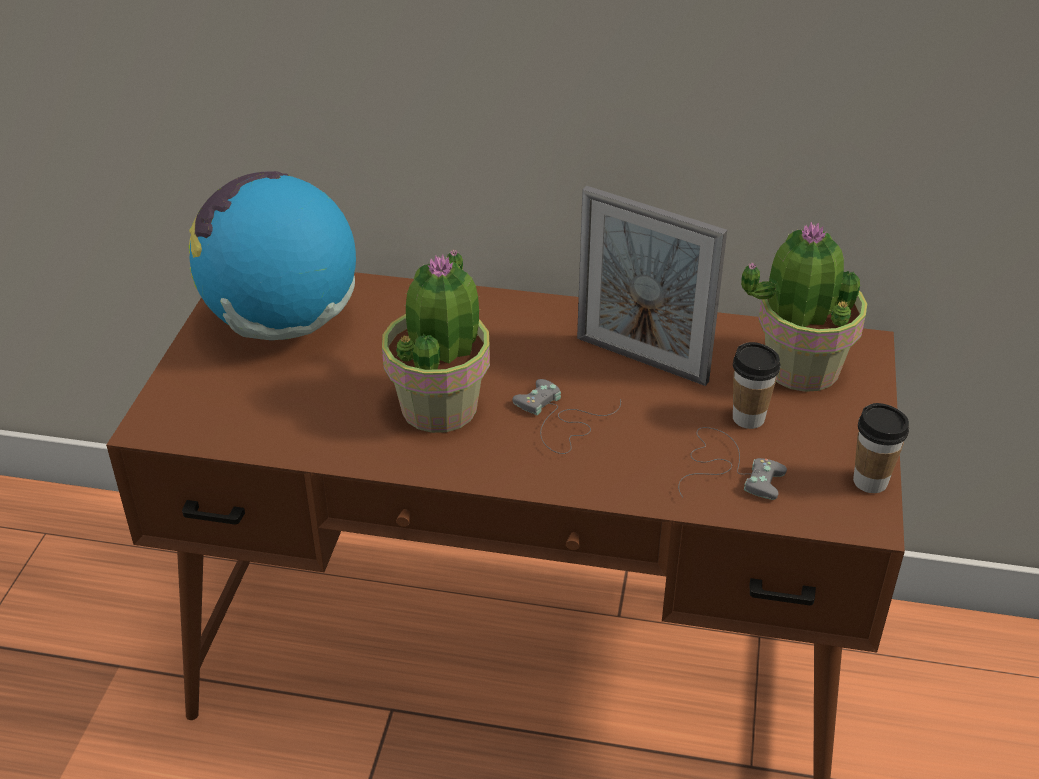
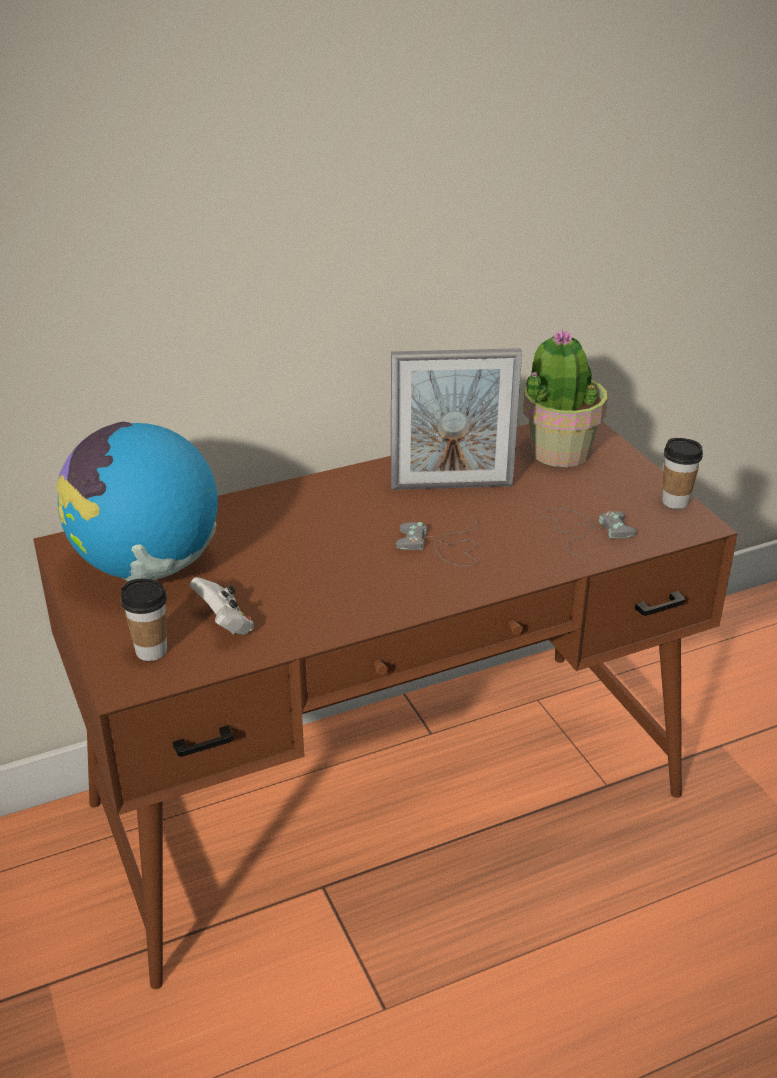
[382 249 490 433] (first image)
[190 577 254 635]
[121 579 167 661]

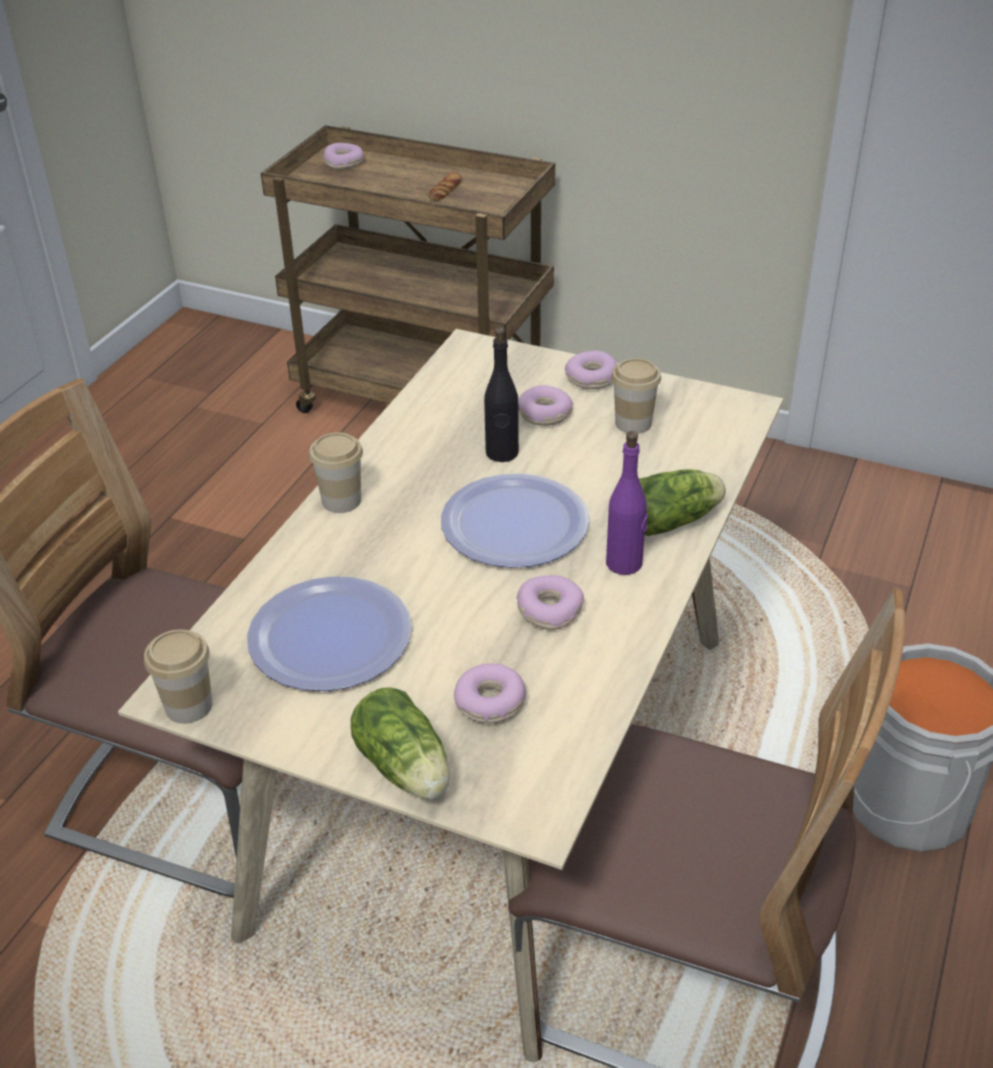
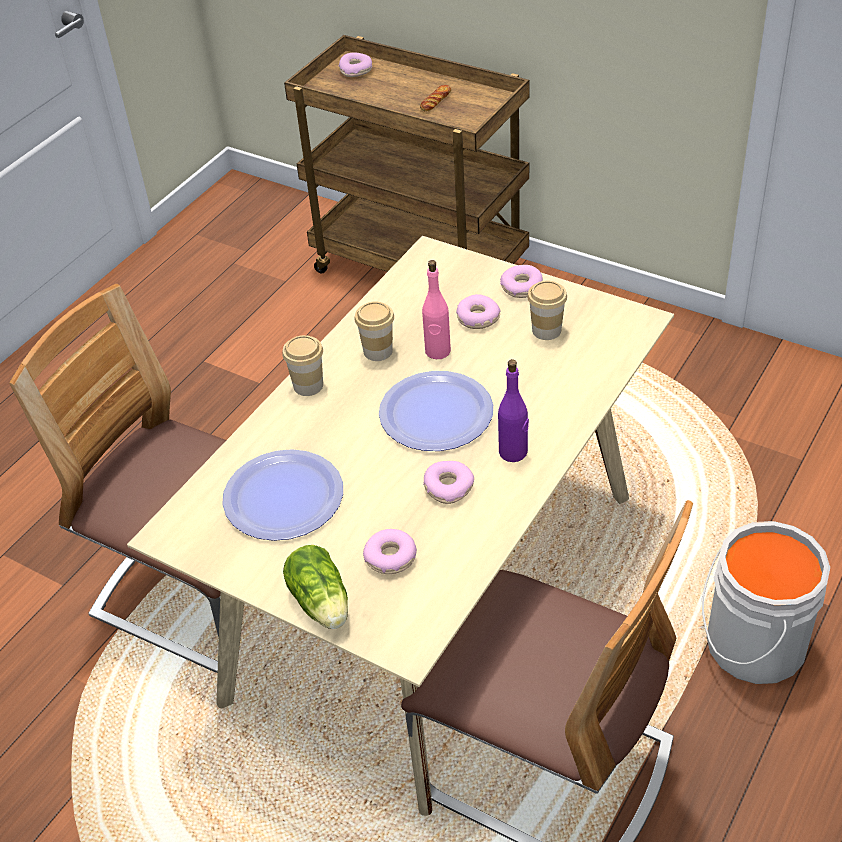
[639 469 726 536] (first image)
[355 301 394 361]
[422 260 451 359]

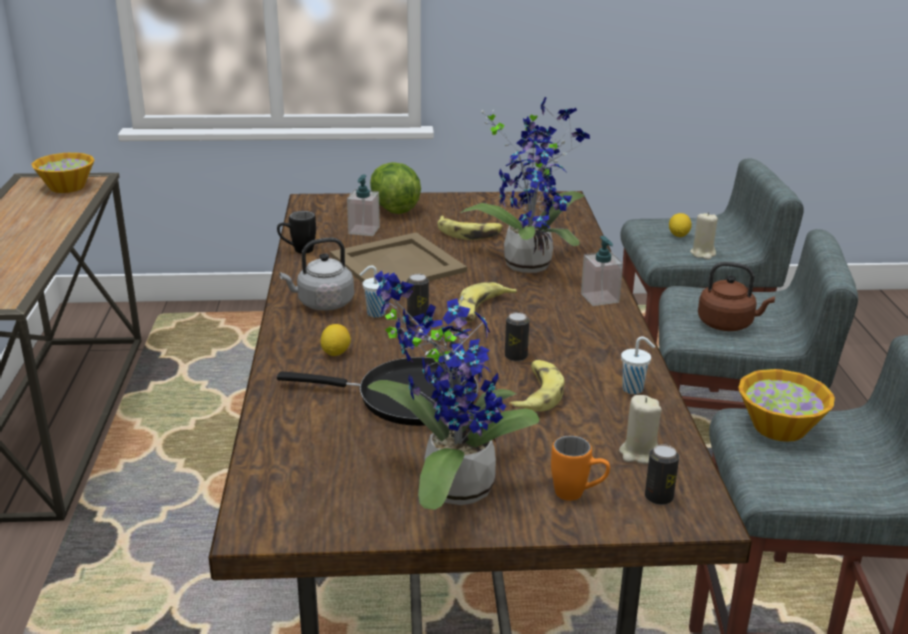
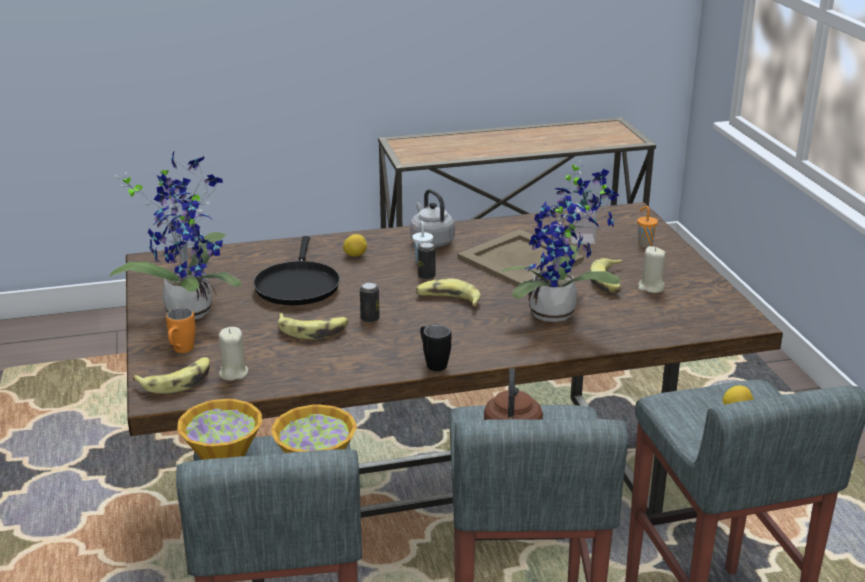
[581 236 623 306] (first image)
[621 336 655 394] (first image)
[177 399 262 460]
[420 325 451 371]
[638 246 666 293]
[637 206 658 248]
[133 357 210 394]

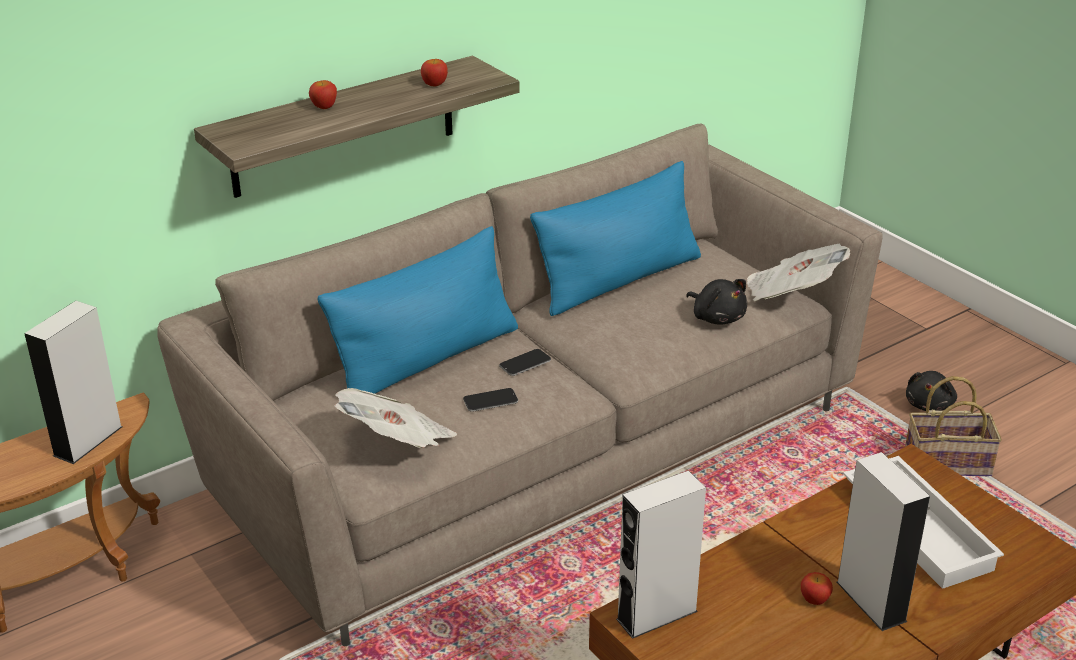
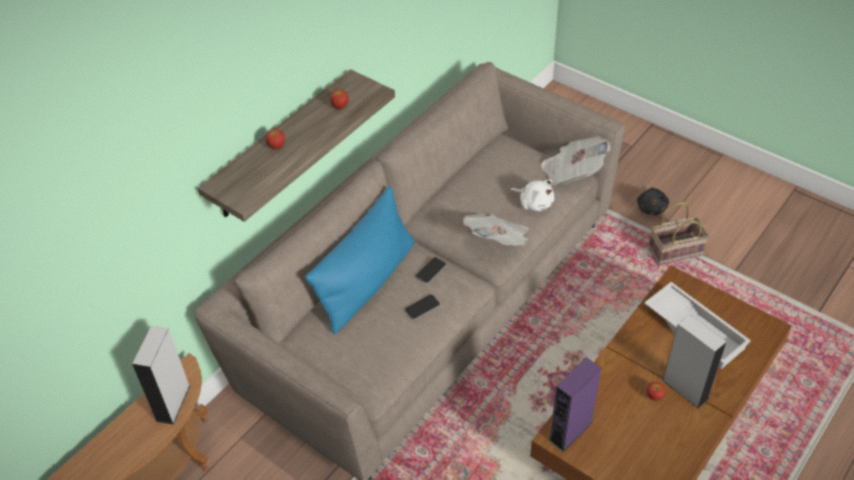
[530 161 701 316] (first image)
[463 214 529 246]
[549 357 602 452]
[510 180 554 211]

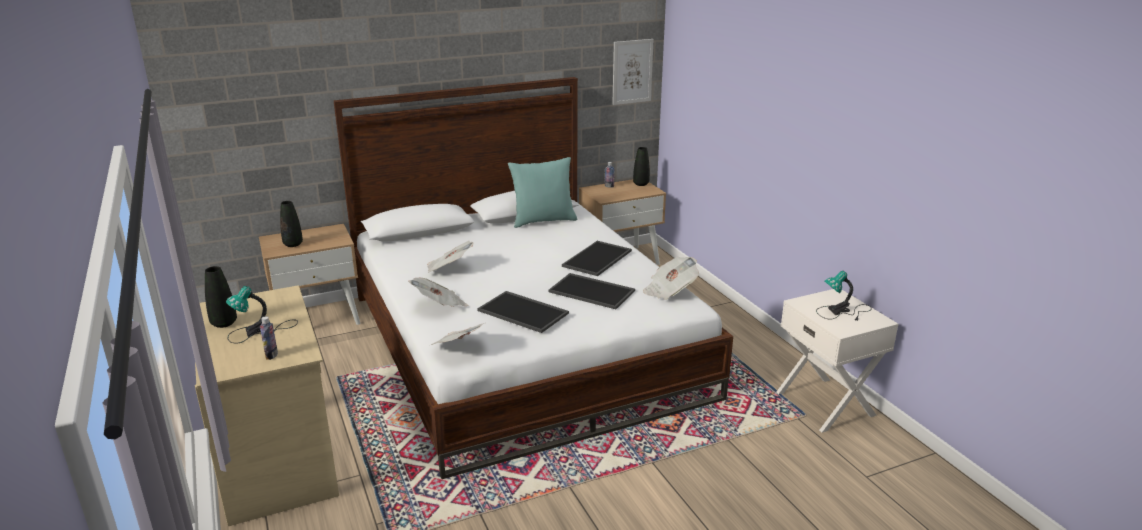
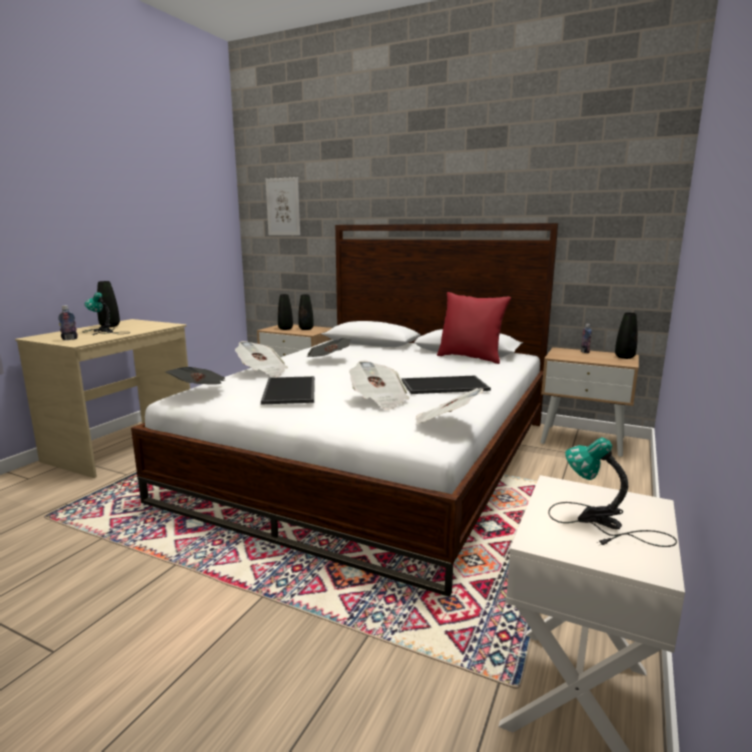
[298 294 314 330]
[266 177 300 235]
[349 361 409 410]
[437 292 511 364]

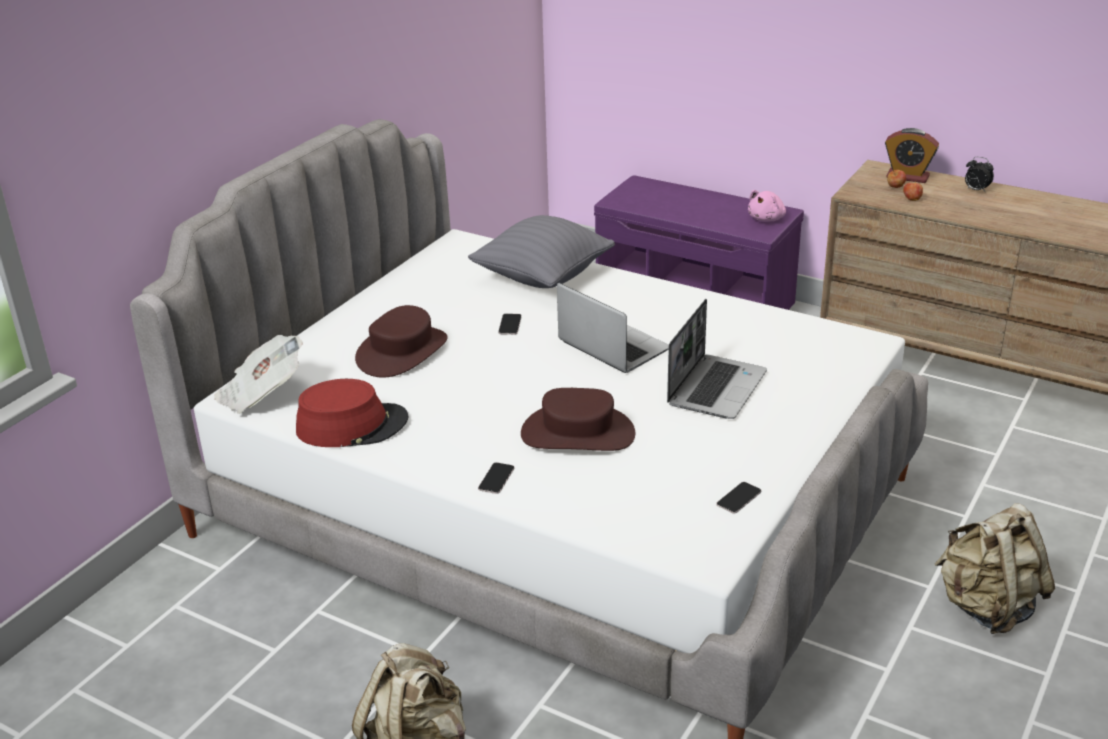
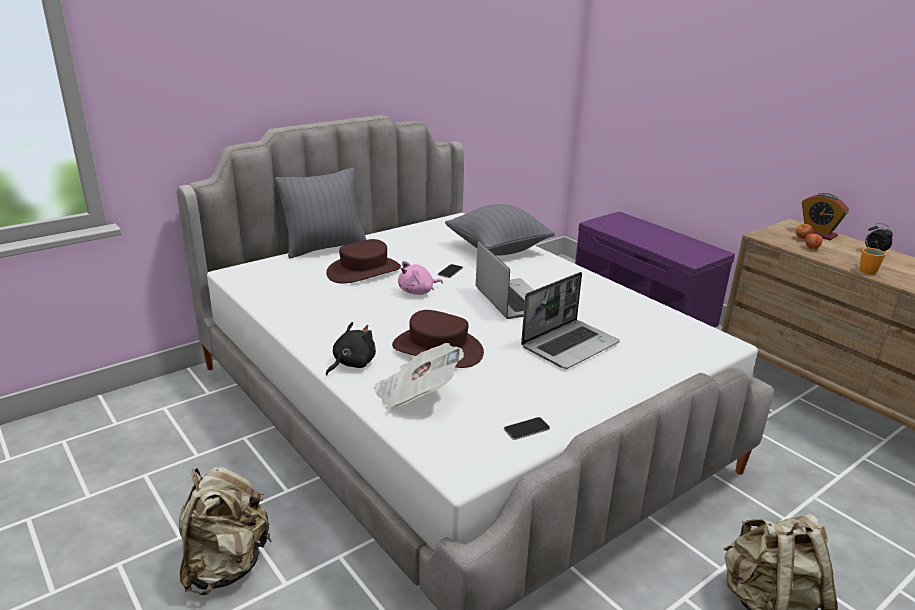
[296 379 409 447] (first image)
[275 168 366 259]
[860 248 886 275]
[374 343 464 410]
[398 261 443 295]
[326 322 376 375]

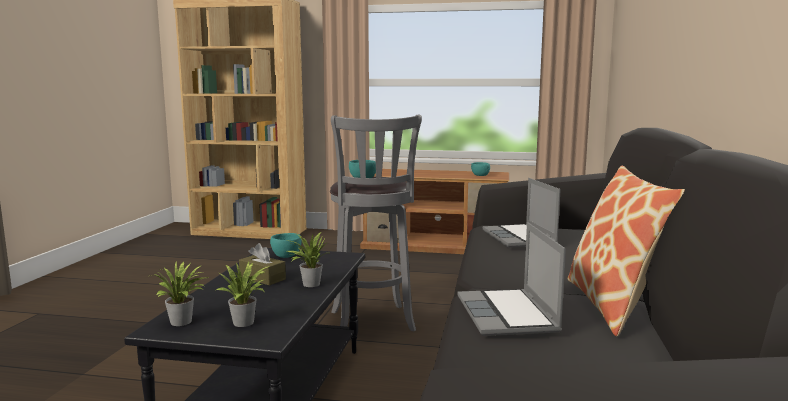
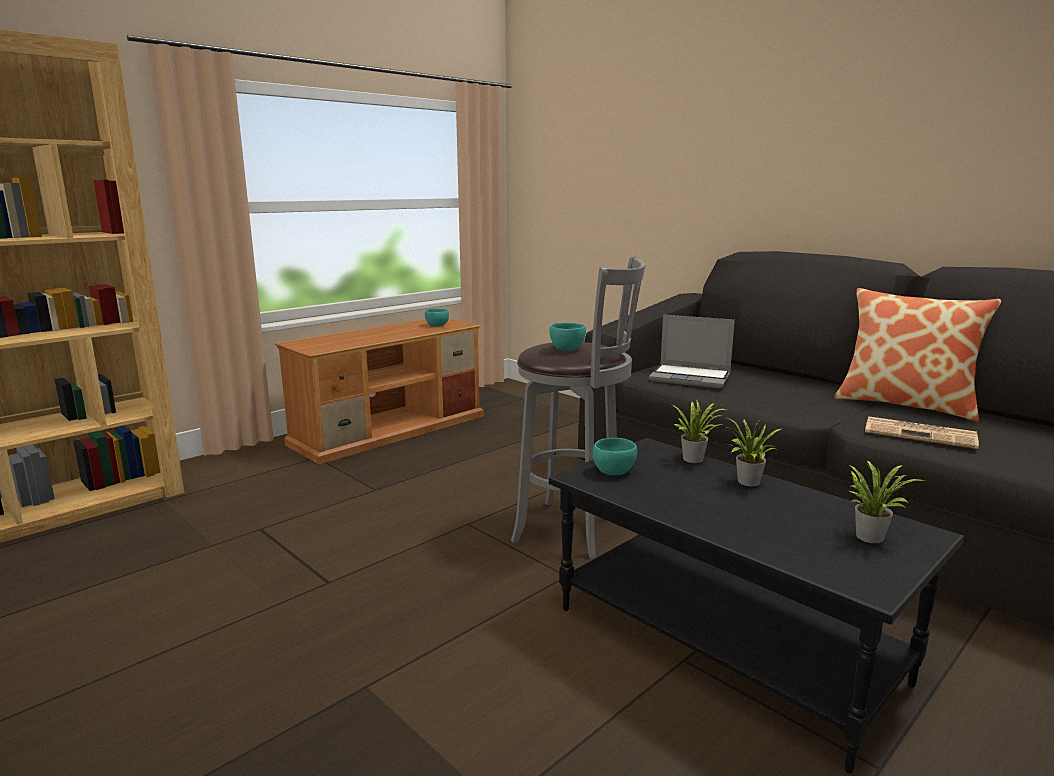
[239 243 286 285] (first image)
[672 399 725 463]
[865 416 979 449]

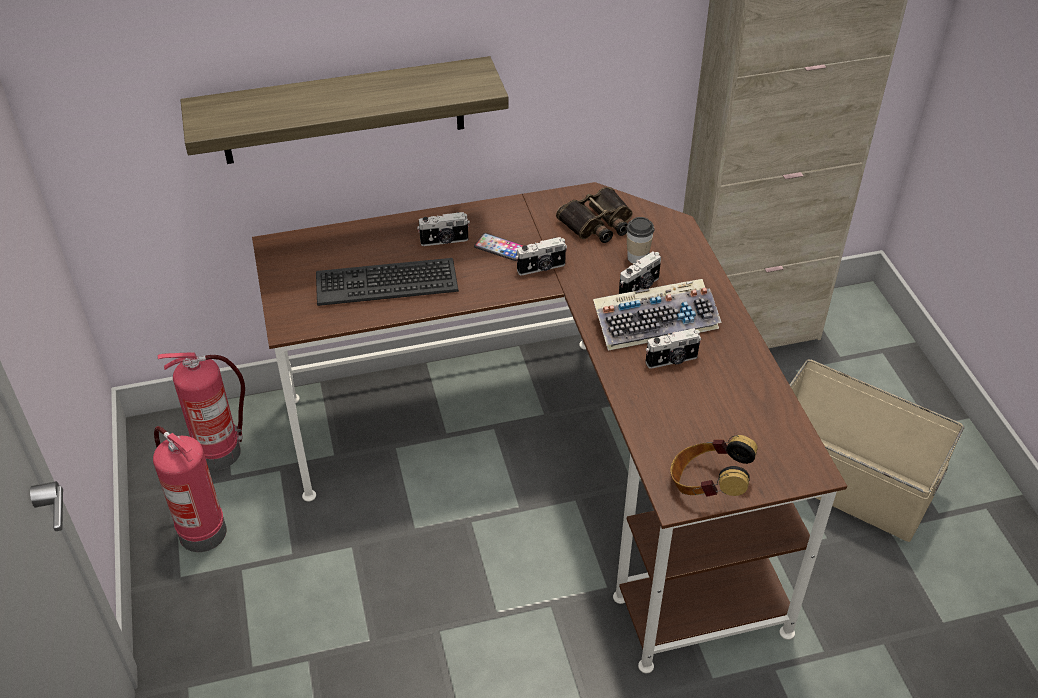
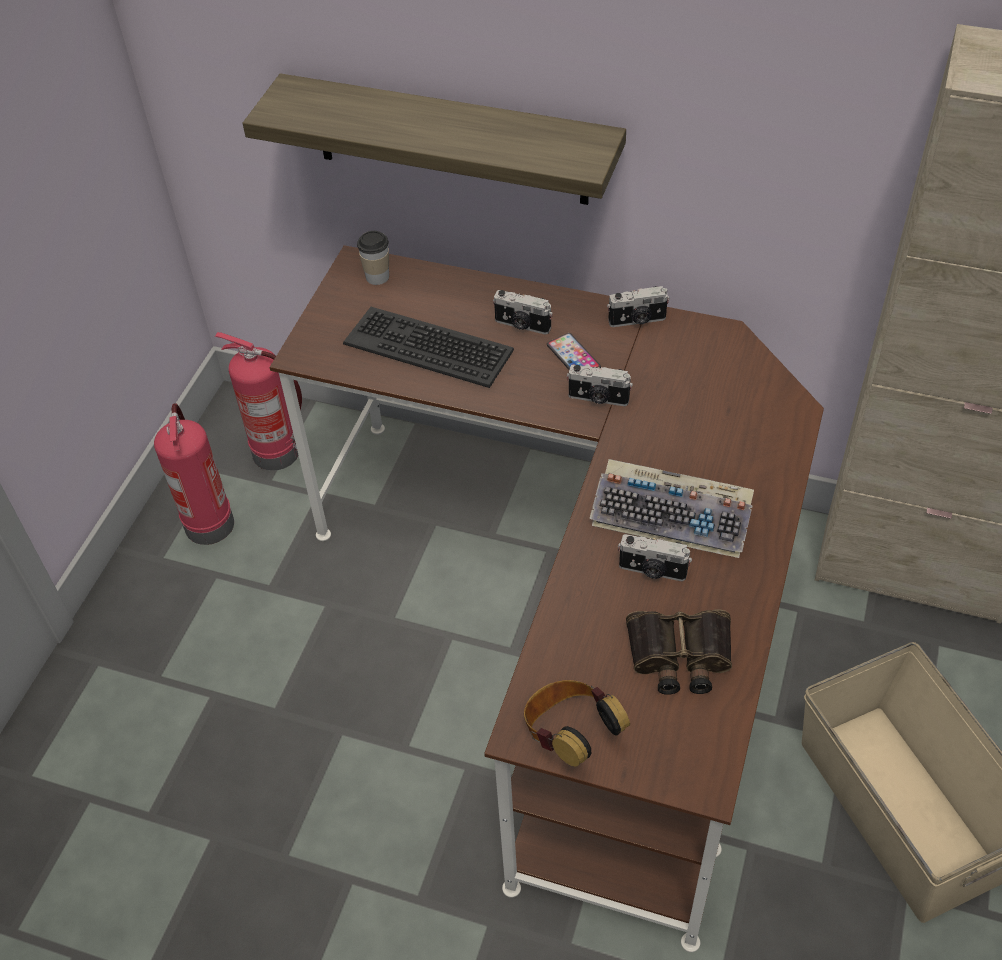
[626 610 732 695]
[607 286 670 327]
[357 231 389 285]

